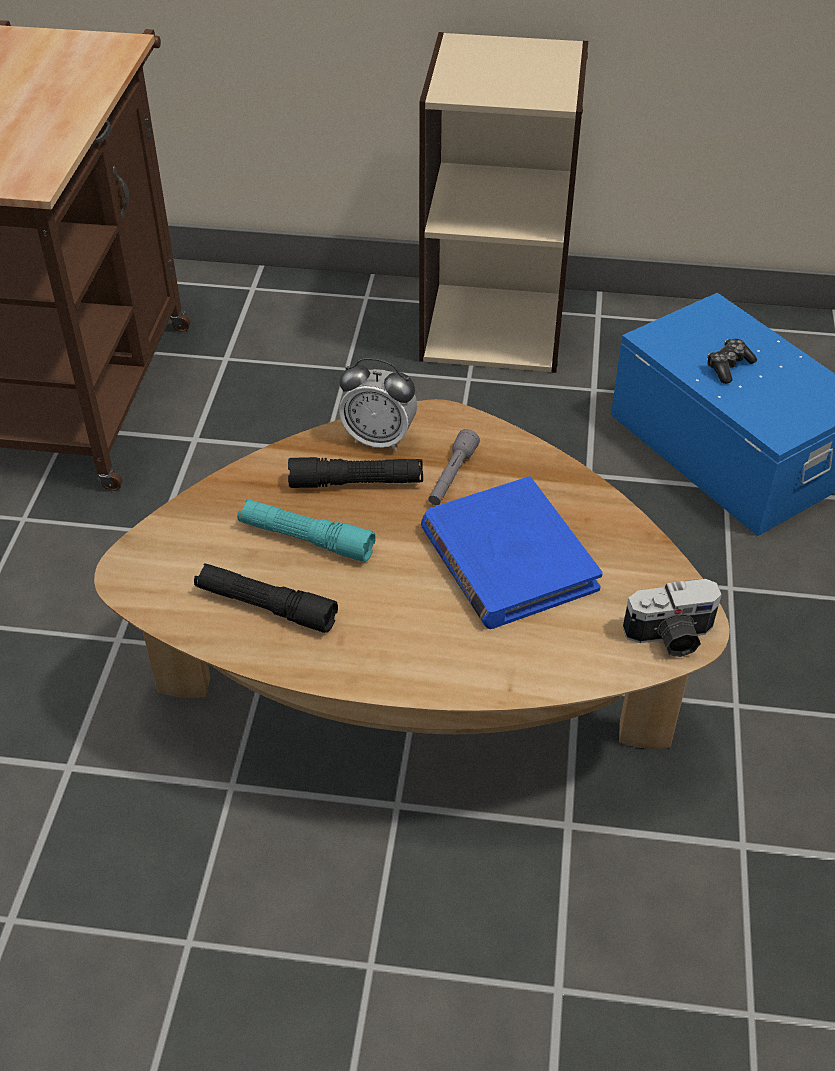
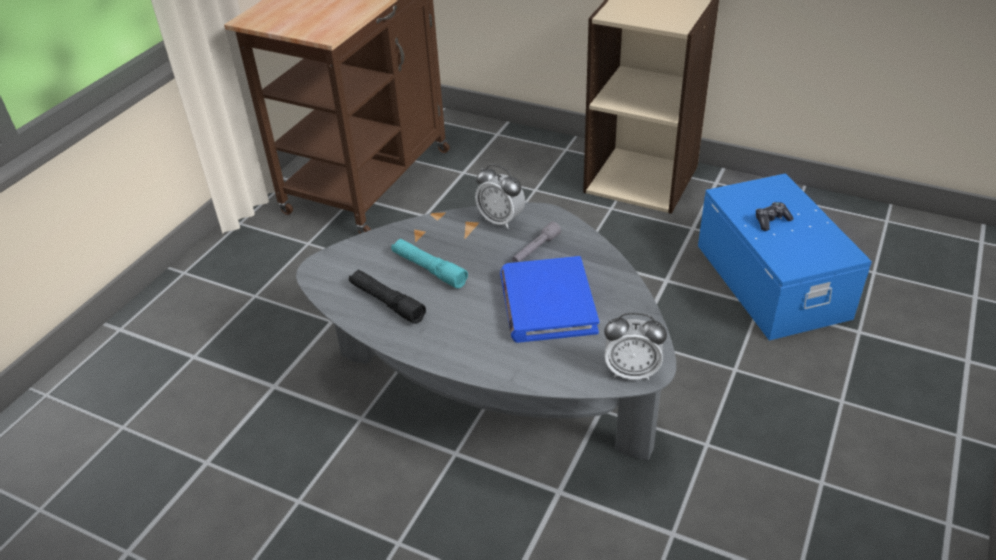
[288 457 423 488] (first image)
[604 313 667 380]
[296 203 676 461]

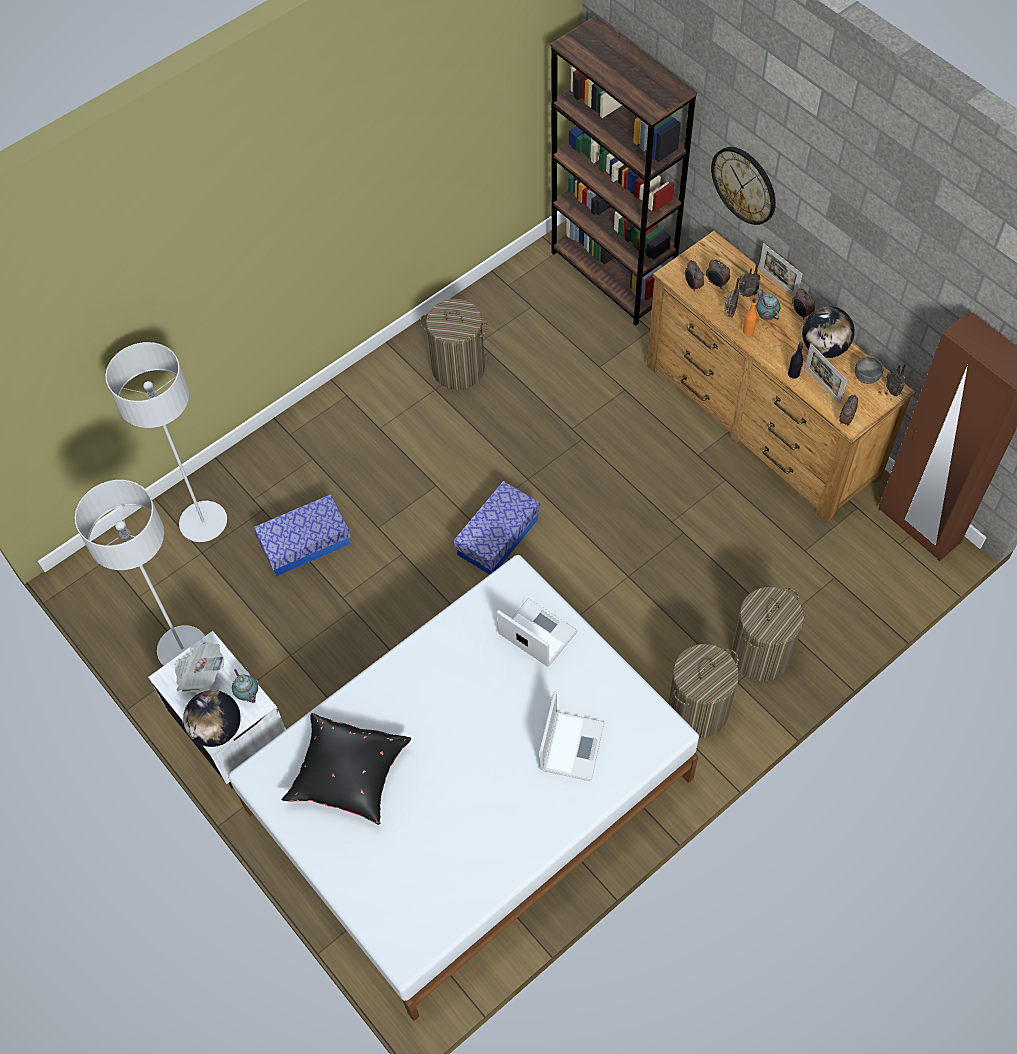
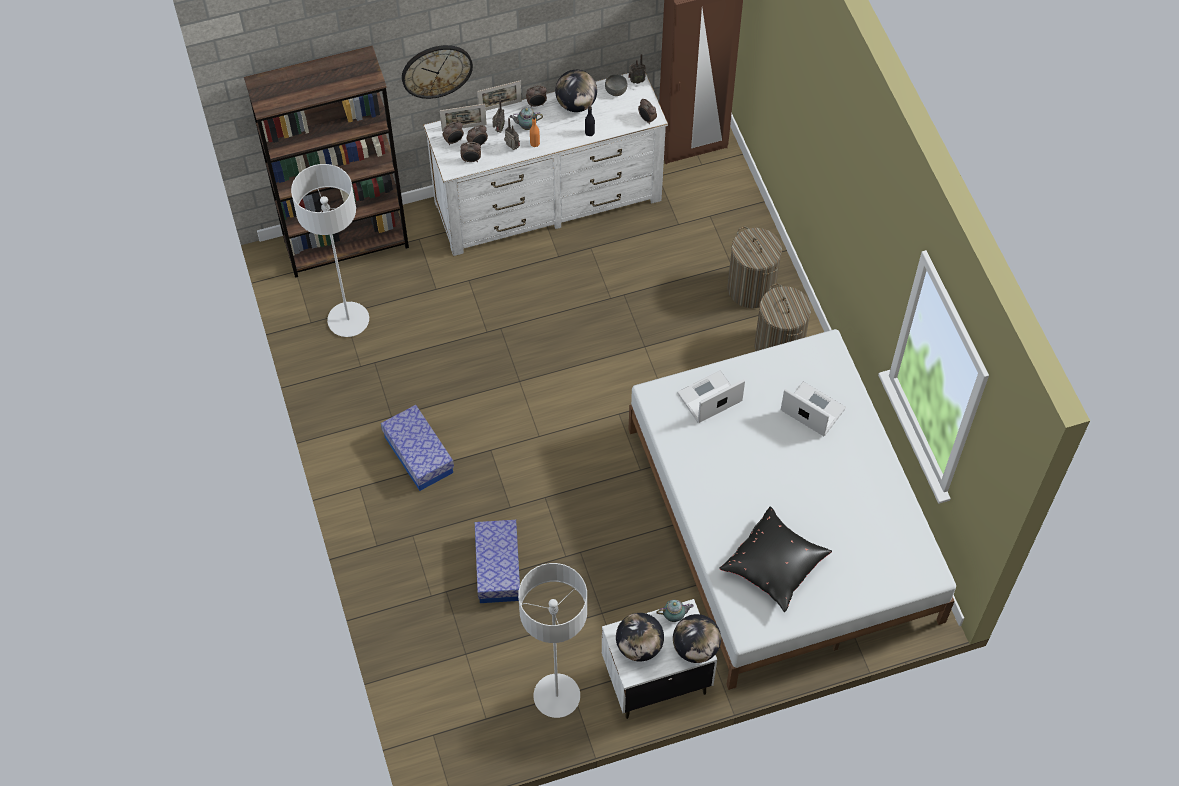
[420 299 488 390] (first image)
[443 121 464 145]
[291 164 369 337]
[381 405 454 491]
[440 104 487 131]
[616 613 664 662]
[423 73 668 256]

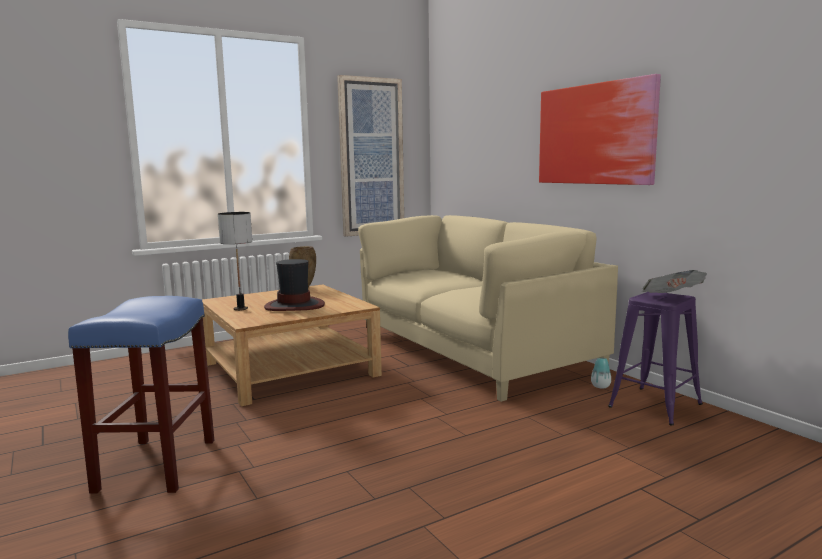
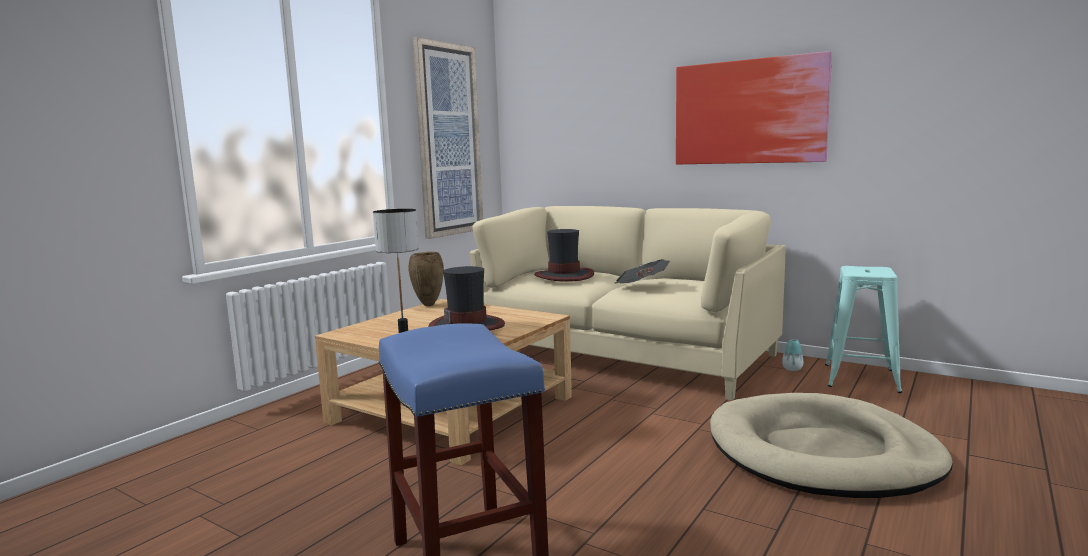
[534 229 594 282]
[710 393 953 498]
[615 259 670 284]
[825 266 902 393]

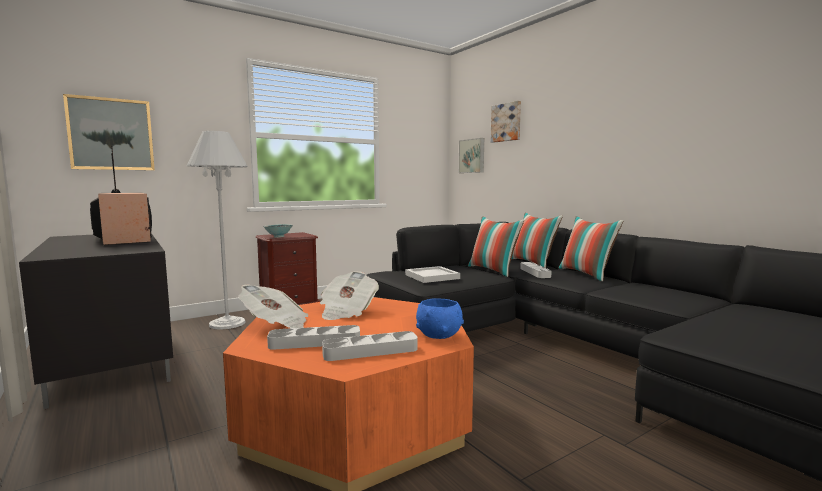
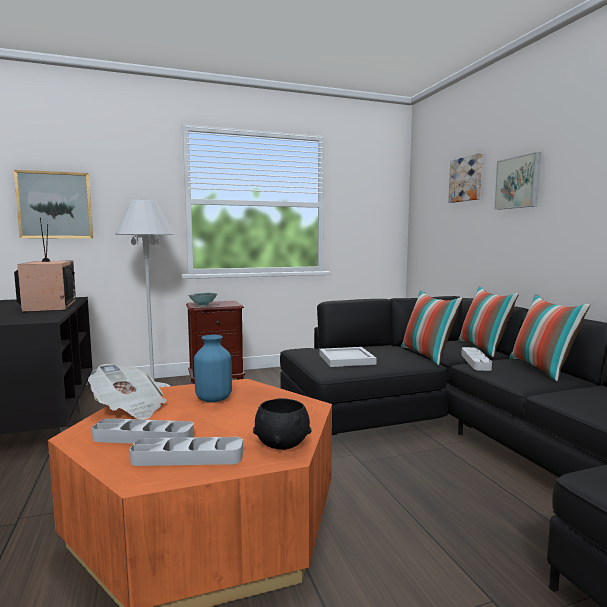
[494 152 541 210]
[194 335 232 402]
[253 398 311 450]

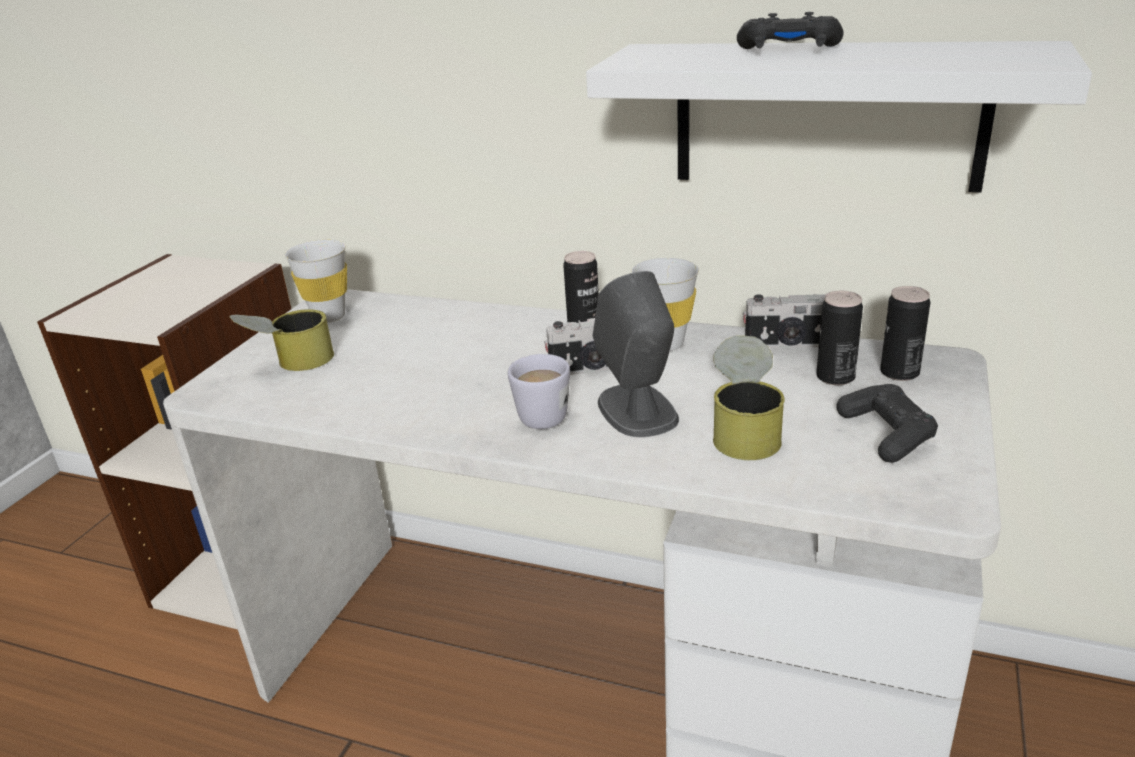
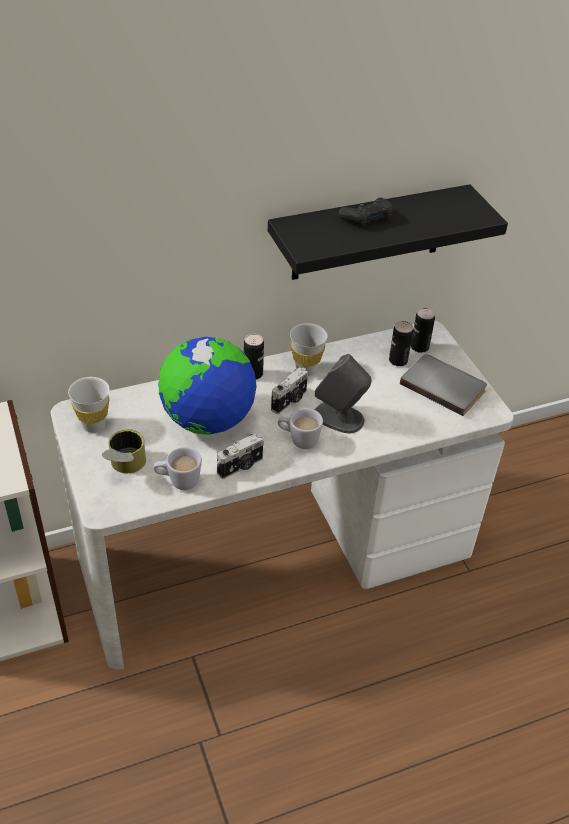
[713 336 785 460] (first image)
[153 447 202 490]
[158 337 257 435]
[217 433 264 479]
[400 354 487 416]
[268 184 508 280]

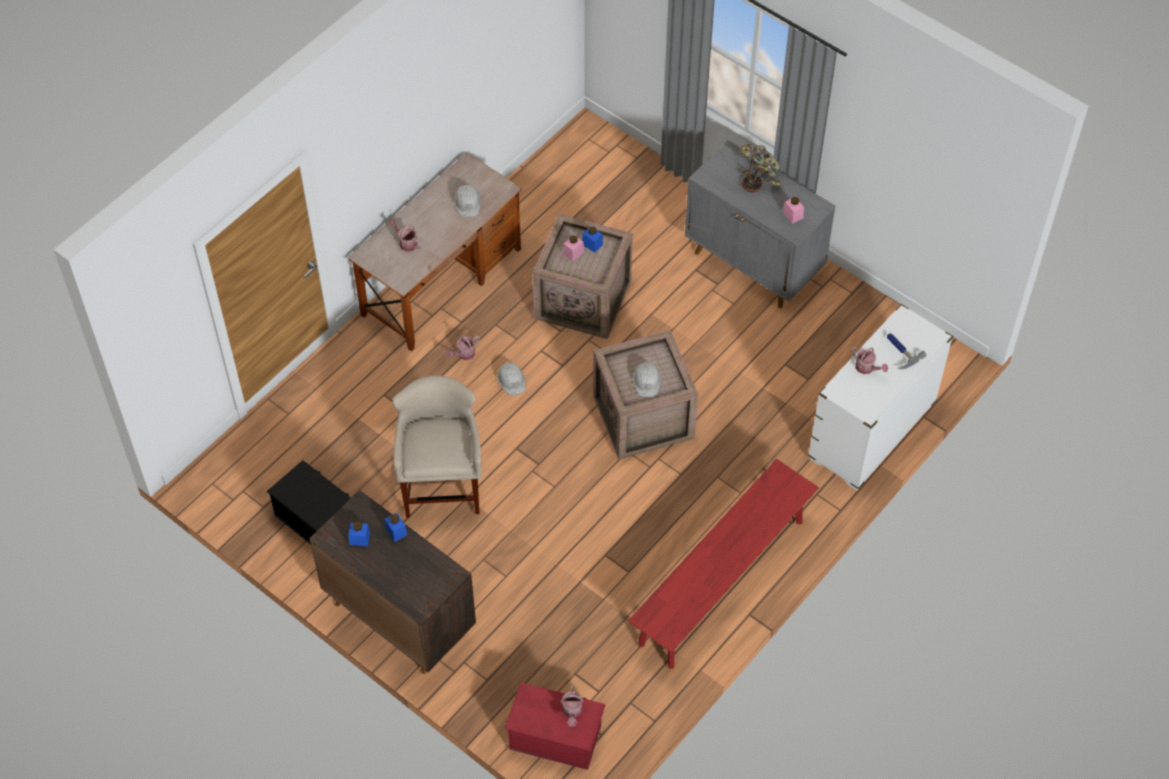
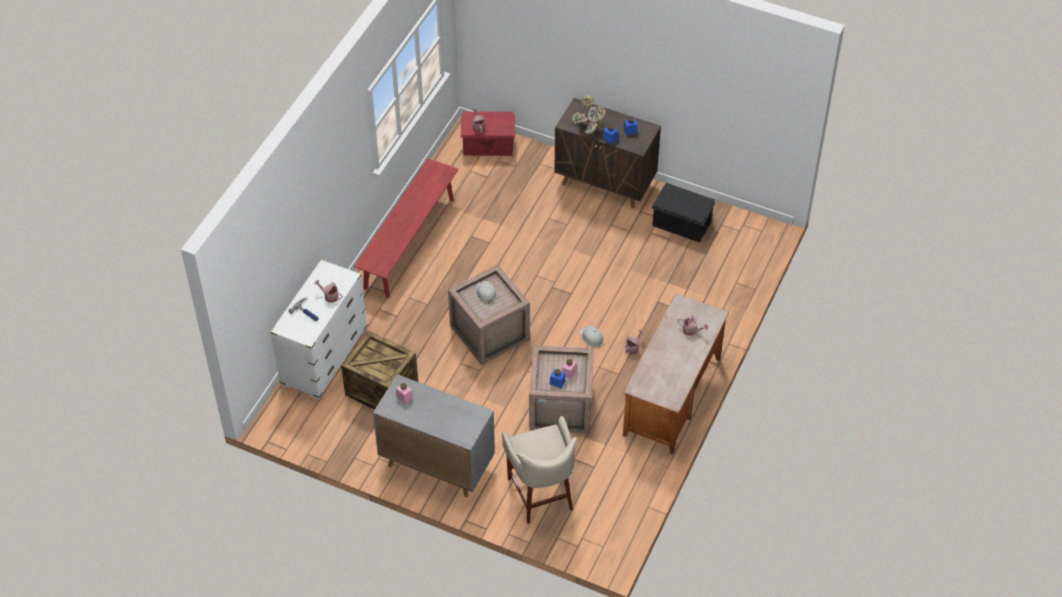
[454 185 481 218] (first image)
[341 331 418 410]
[502 416 577 524]
[572 95 606 134]

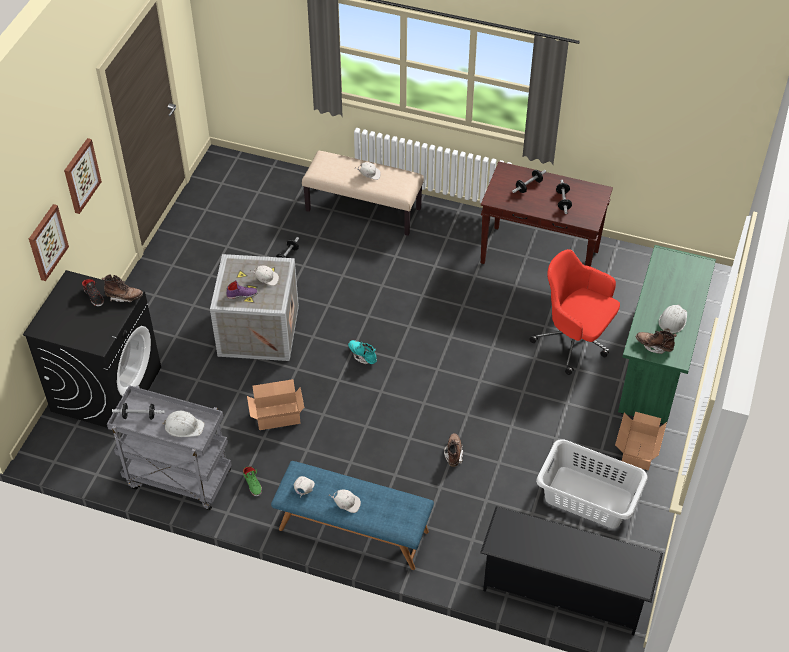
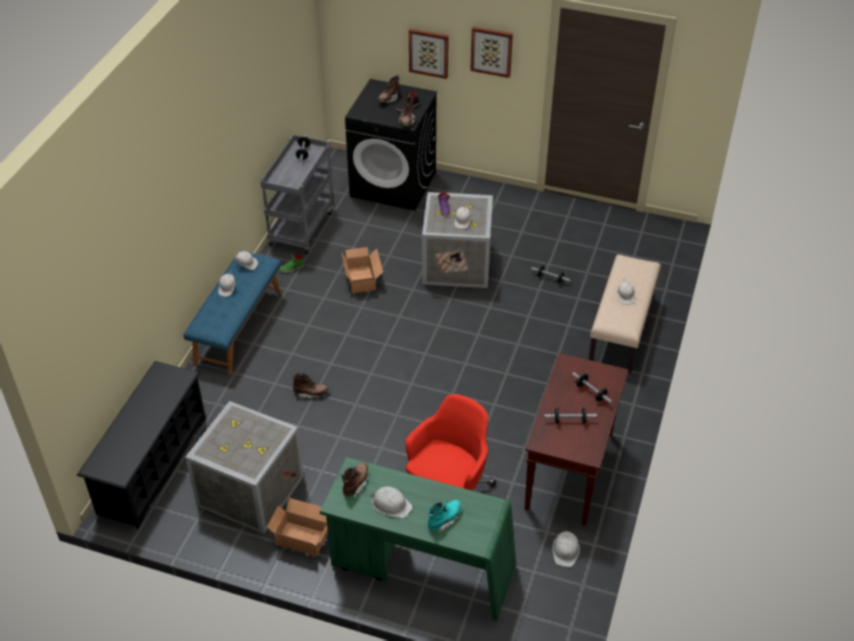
[378 74 400 103]
[552 530 580 567]
[427 500 461 533]
[185 401 304 534]

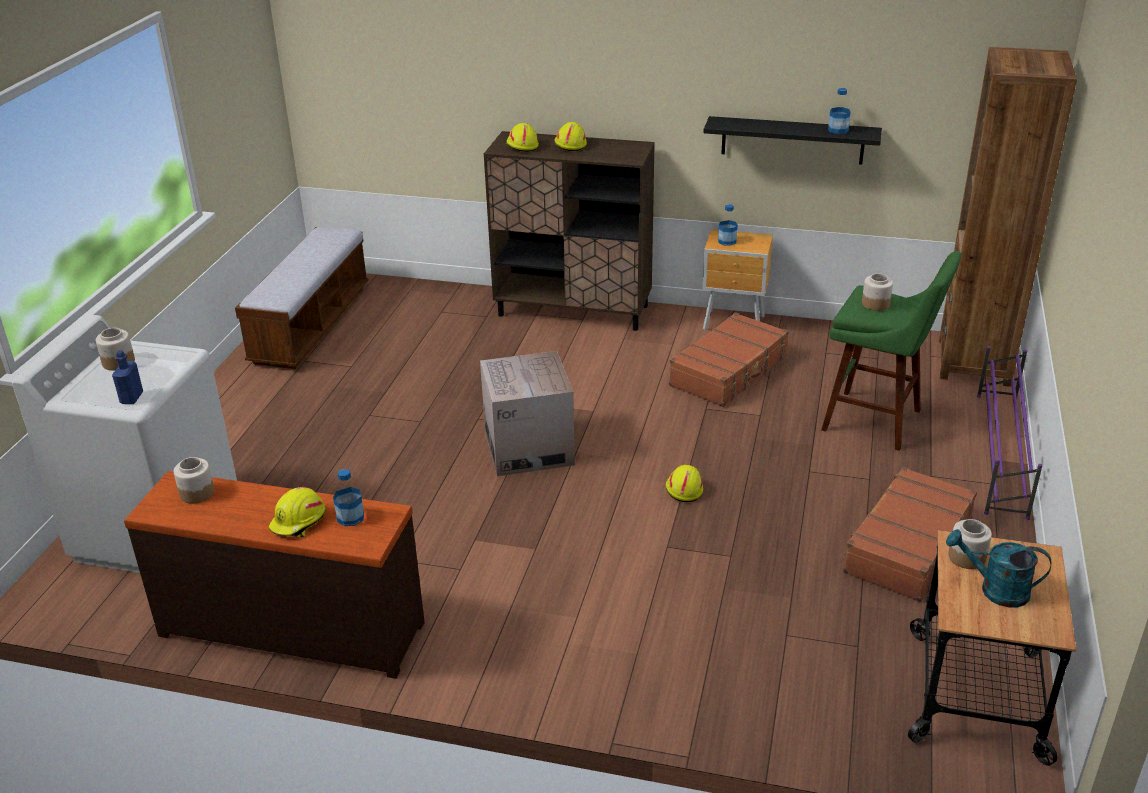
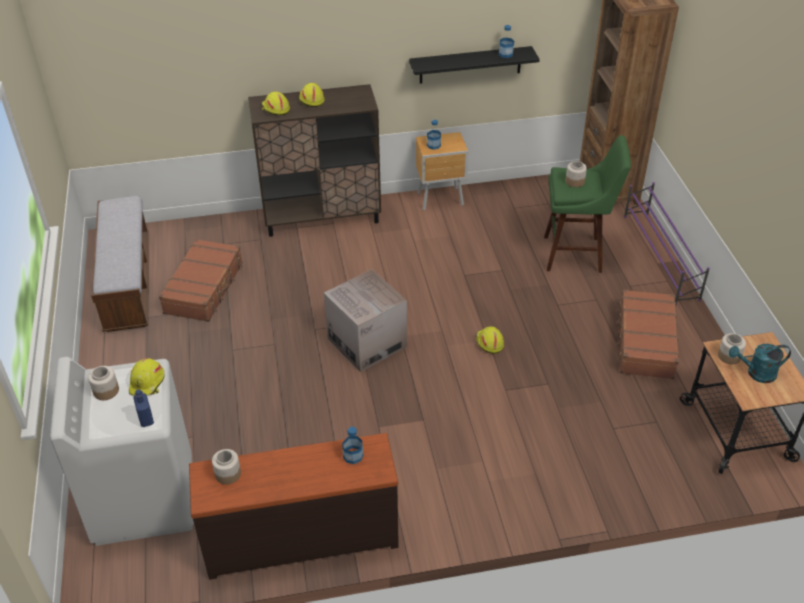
[129 358 165 396]
[159 239 243 322]

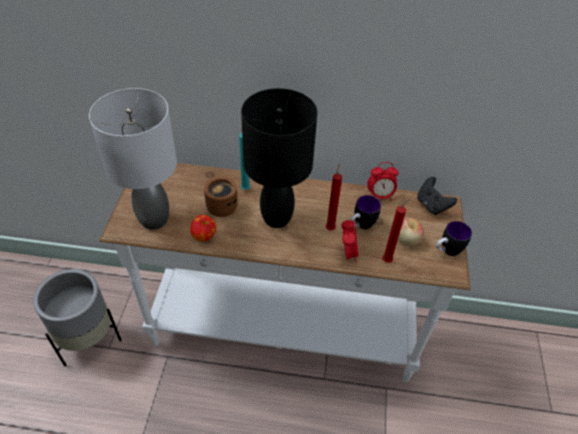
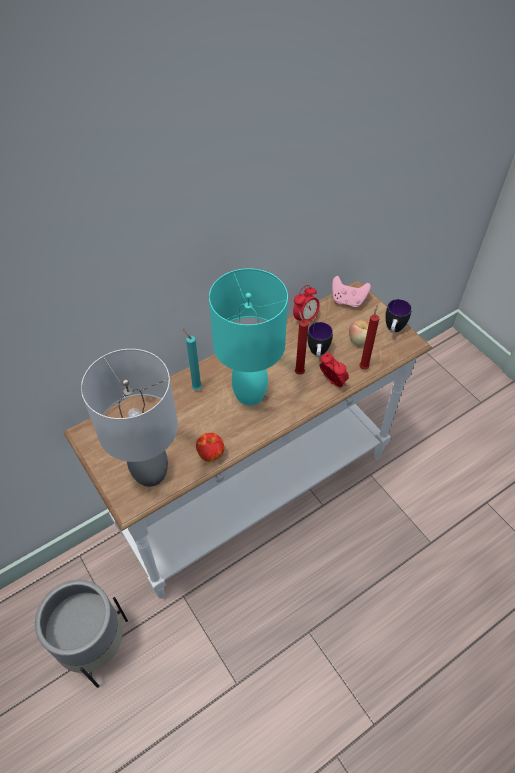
[204 176 238 217] (first image)
[209 268 288 406]
[332 276 371 307]

